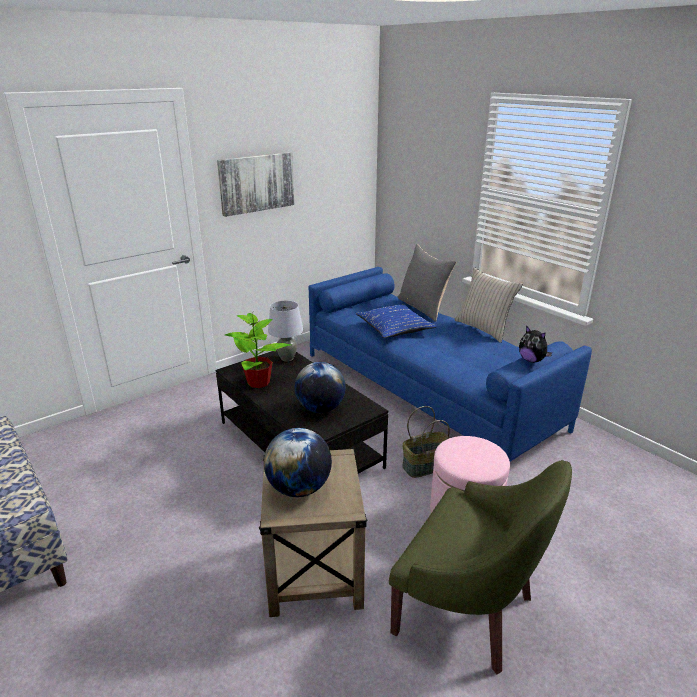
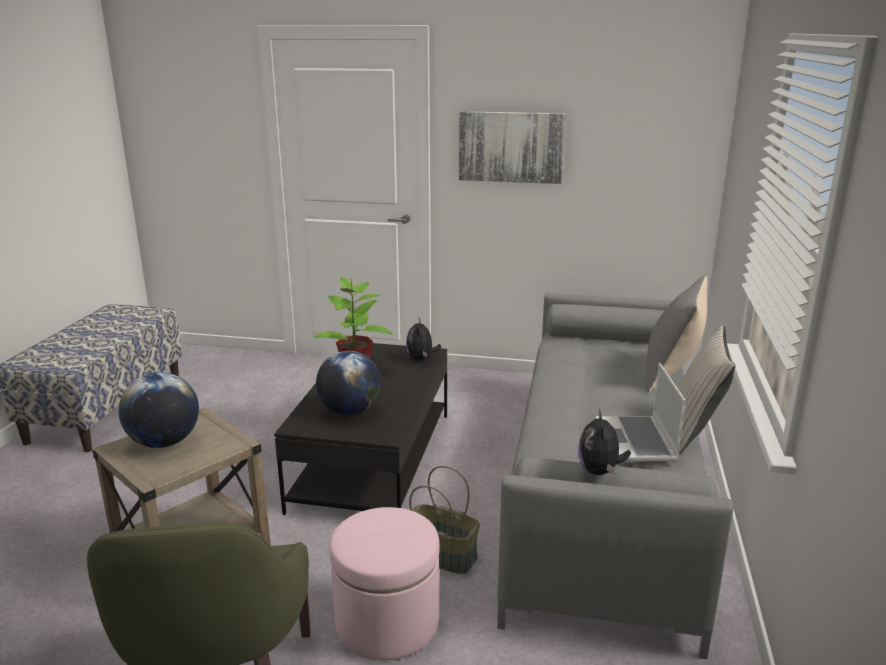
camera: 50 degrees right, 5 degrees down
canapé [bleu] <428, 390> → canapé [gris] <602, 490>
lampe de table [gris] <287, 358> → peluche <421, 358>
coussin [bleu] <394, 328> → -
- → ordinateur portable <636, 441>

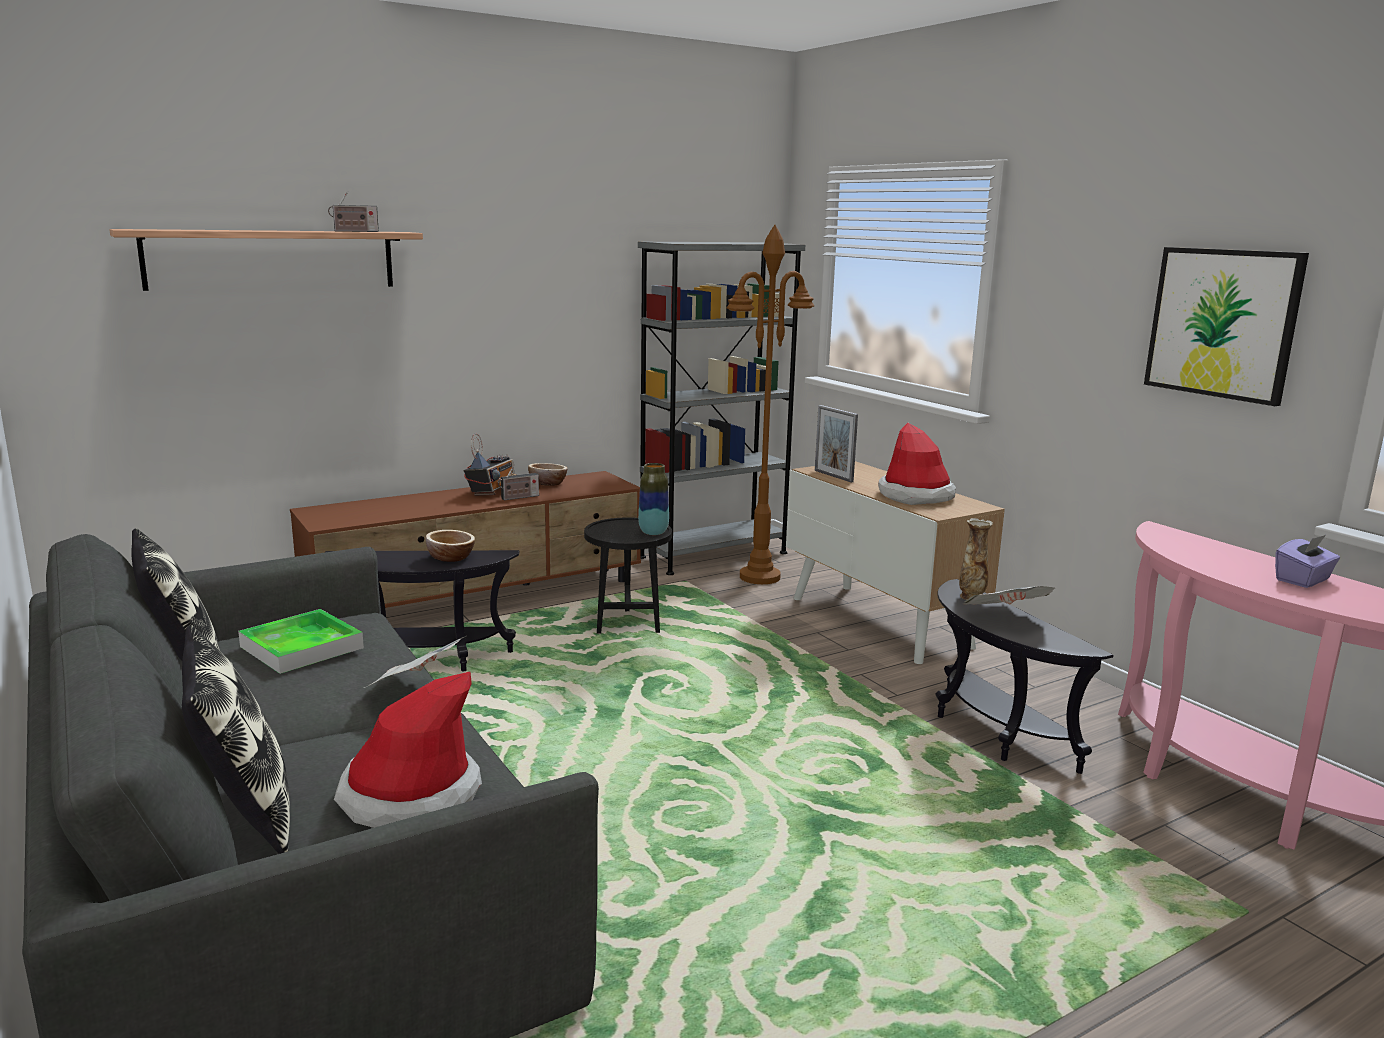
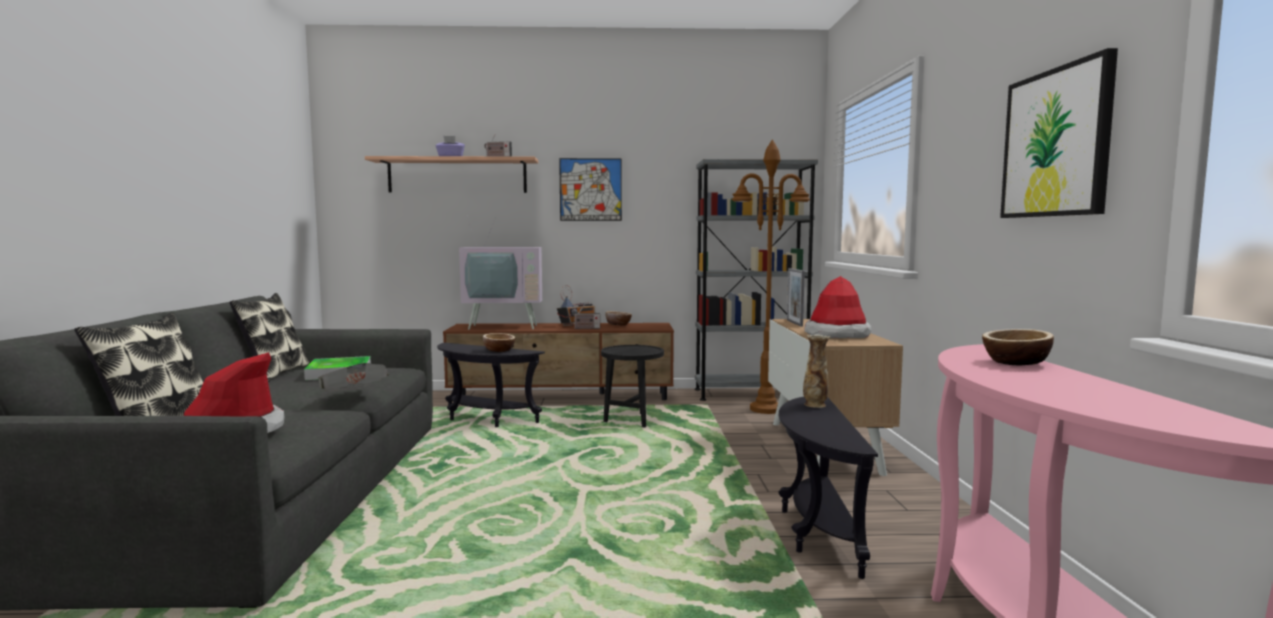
camera: 30 degrees right, 10 degrees down
vase <653, 532> → -
boîte à mouchoirs [violet] <1303, 580> → boîte à mouchoirs [violet] <450, 157>, move
journal <1005, 618> → -
- → tableau <590, 189>
- → téléviseur <504, 326>
- → bol <1015, 362>

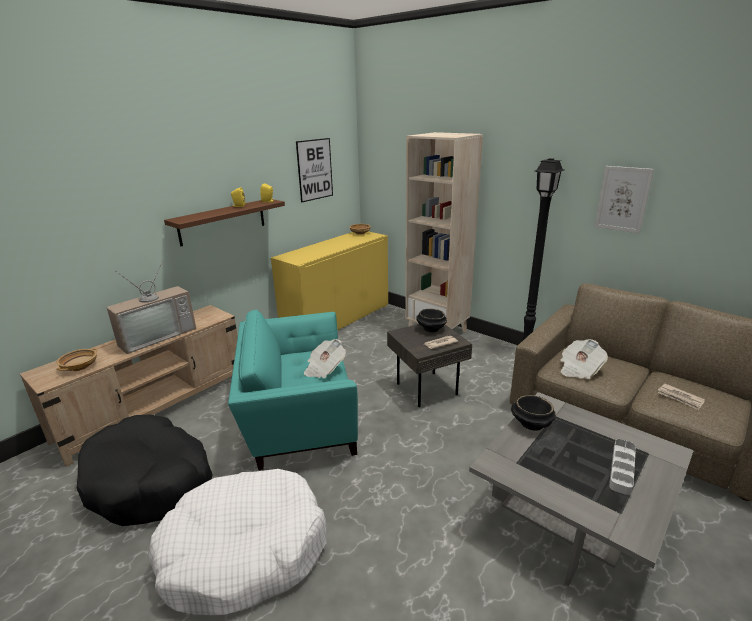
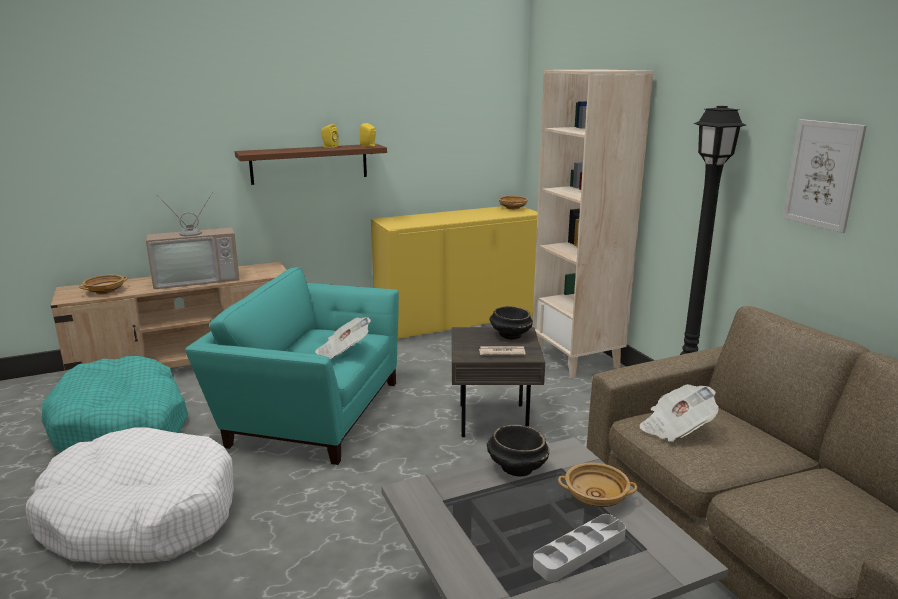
camera: 25 degrees right, 5 degrees down
tableau <315, 169> → -
journal <680, 398> → -
panier pour chien [noir] <150, 480> → panier pour chien [turquoise] <122, 426>
- → bol [beige] <595, 497>

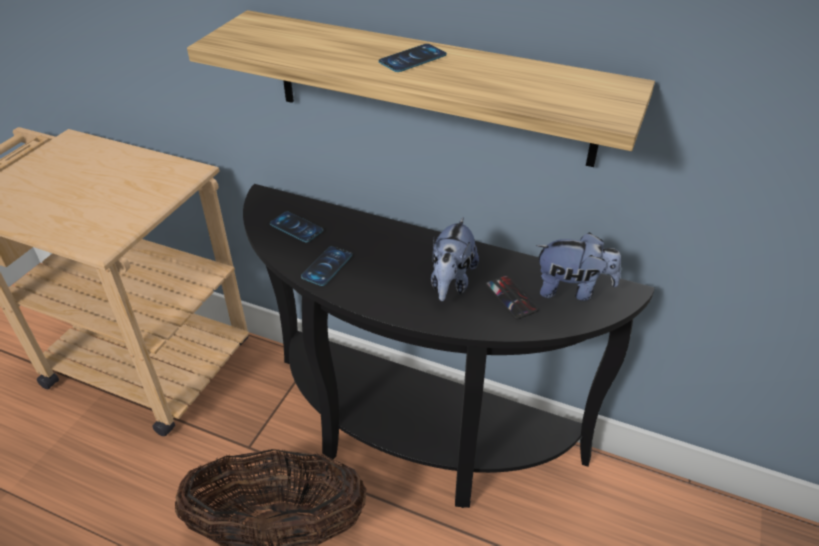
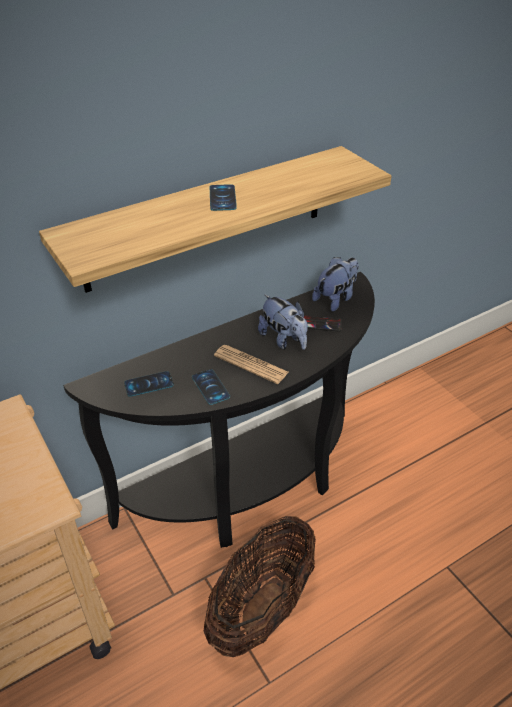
camera: 55 degrees left, 0 degrees up
- → journal <251, 364>

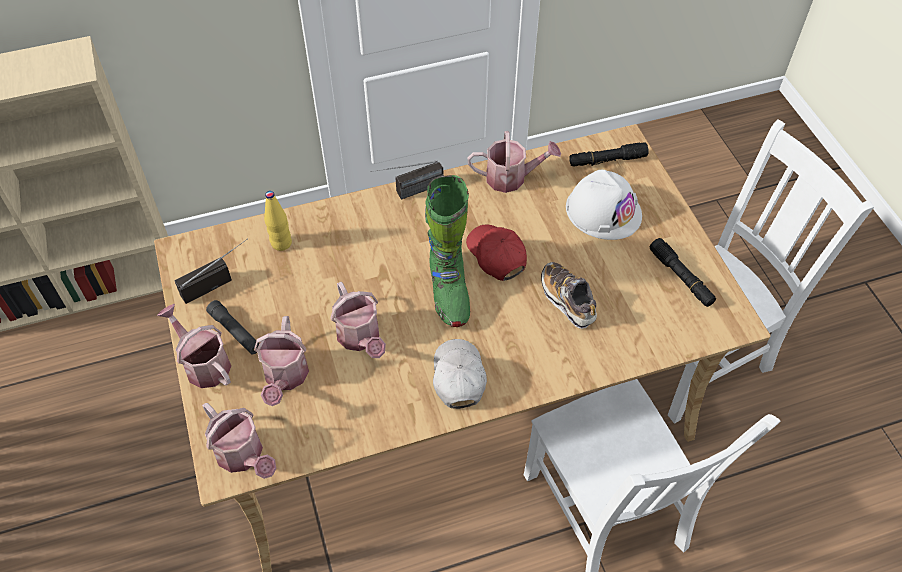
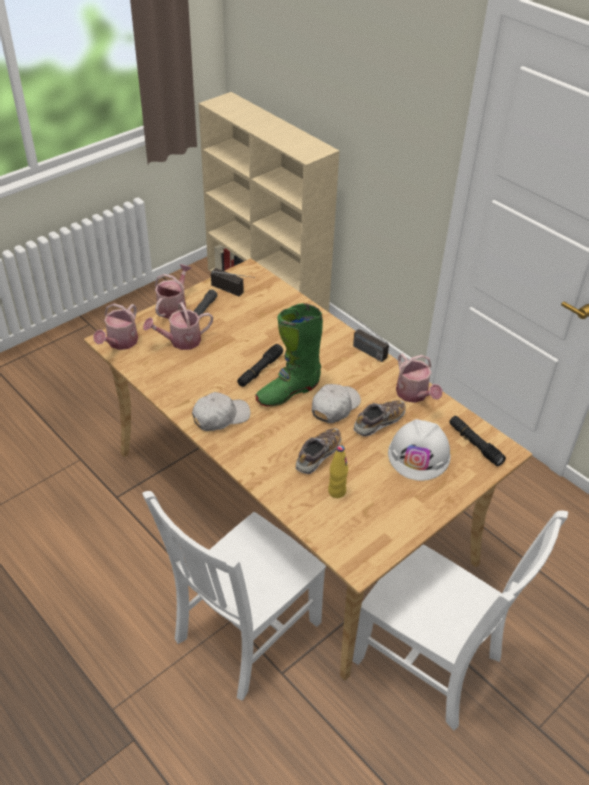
camera: 65 degrees right, 10 degrees down
bouteille [jaune] <281, 243> → bouteille [jaune] <336, 491>, move
casquette [rouge] <496, 255> → casquette [blanc] <335, 407>
lampe de poche [noir] <681, 277> → lampe de poche [noir] <260, 370>, move
arrosoir <360, 338> → -
- → chaussure <378, 422>

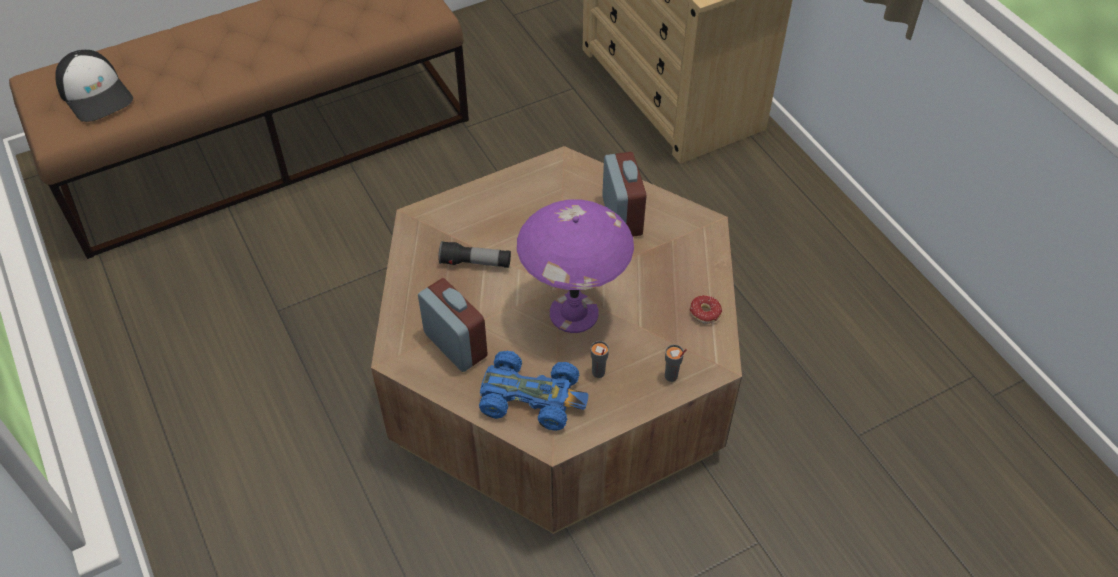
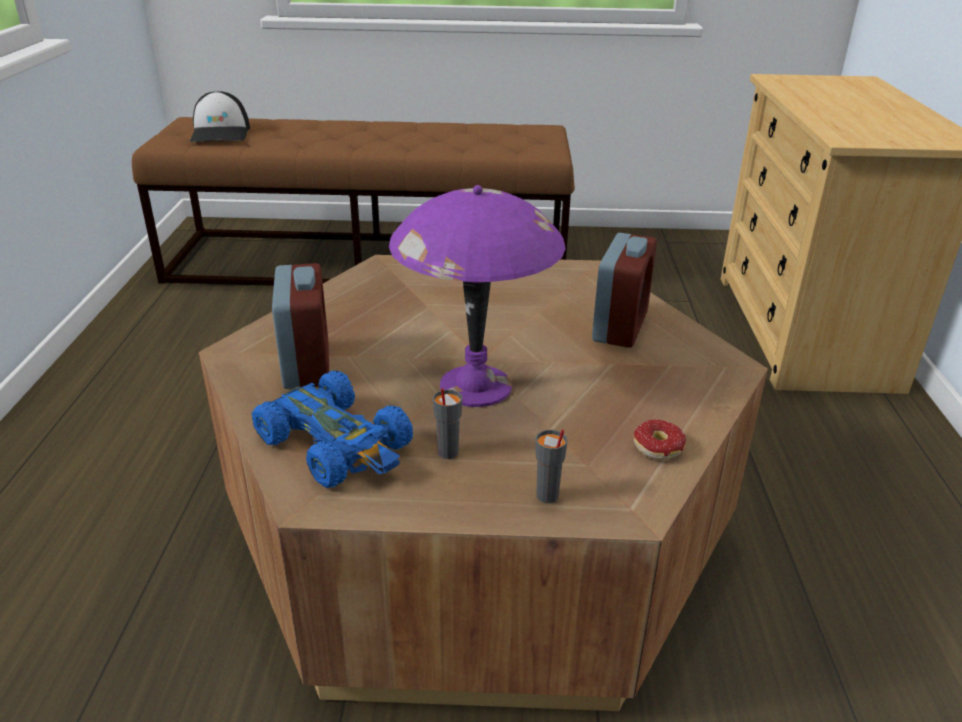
camera: 30 degrees right, 20 degrees down
lampe de poche <475, 263> → -

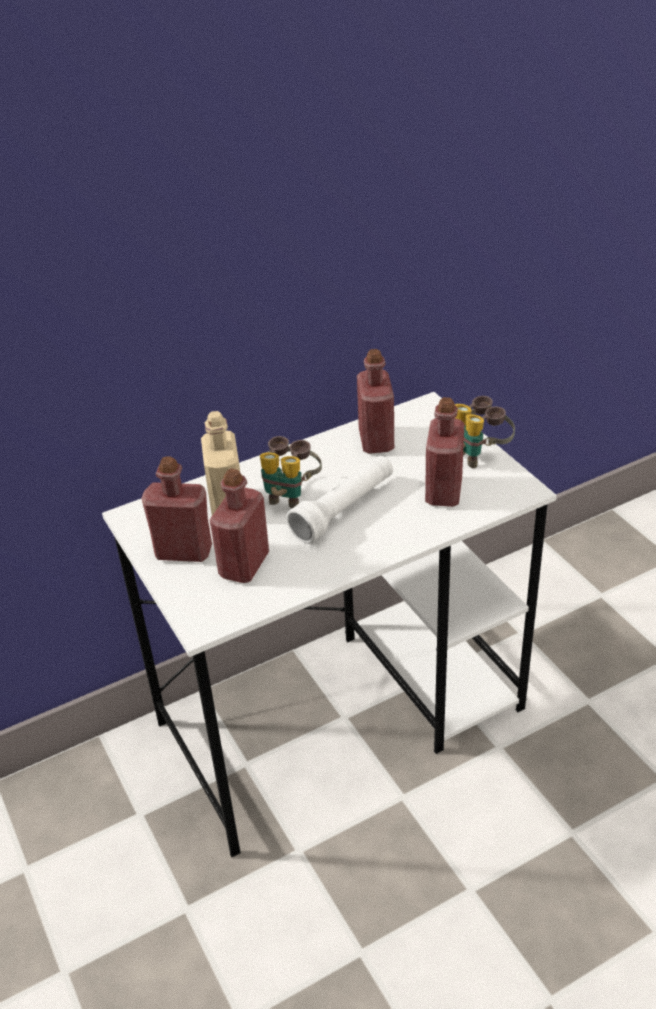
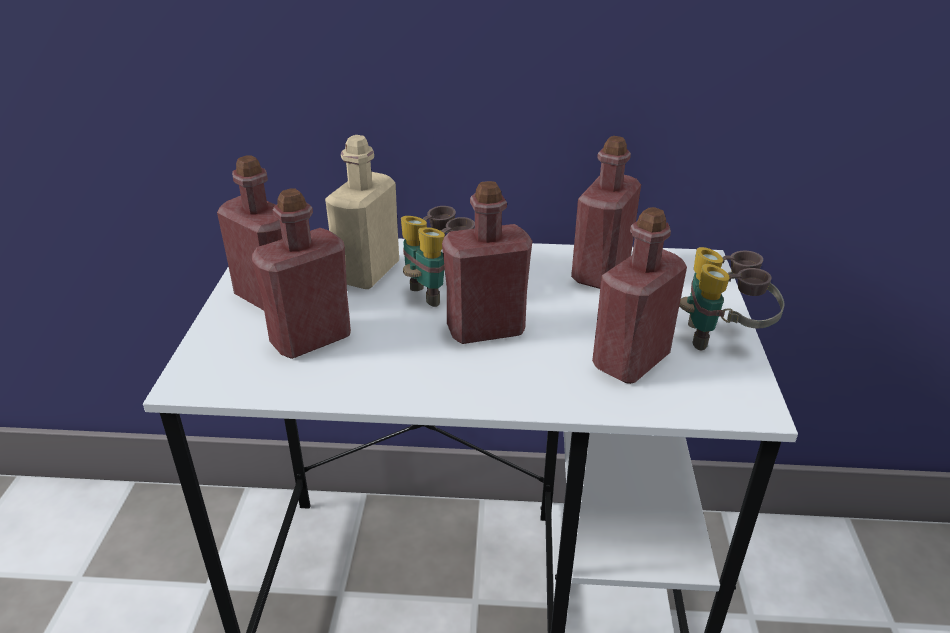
camera: 30 degrees right, 5 degrees down
lampe de poche [blanc] <344, 510> → bouteille [rouge] <485, 329>

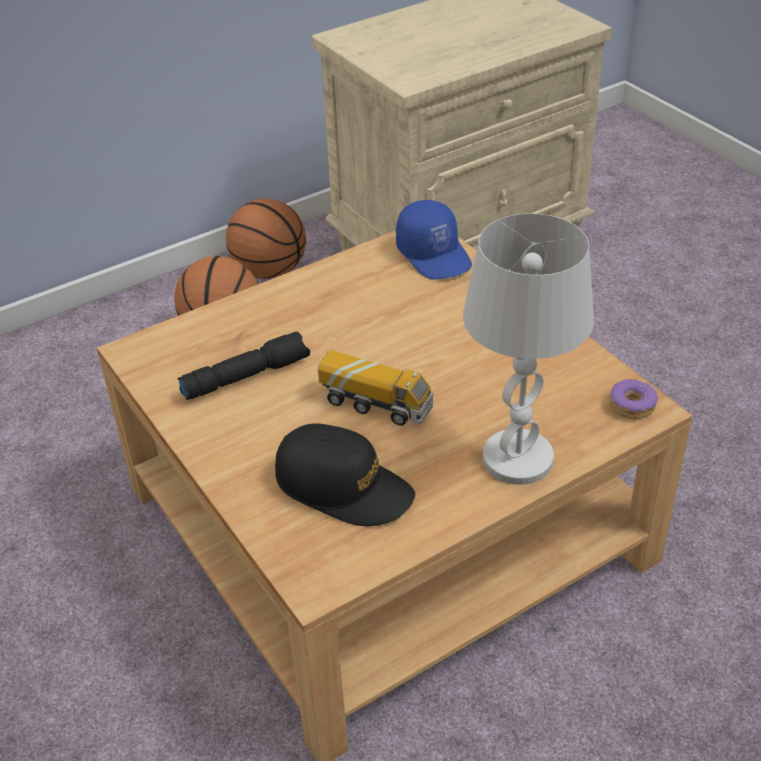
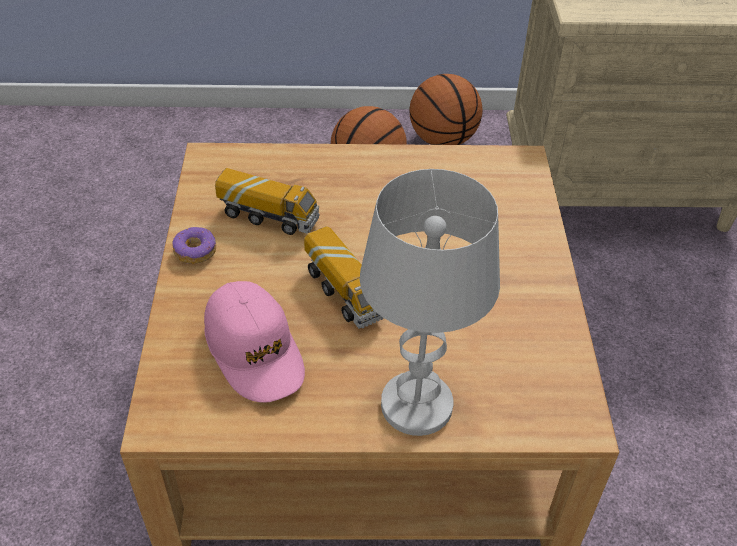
camera: 30 degrees right, 5 degrees up
casquette [bleu] <435, 255> → -
lampe de poche [noir] <246, 375> → camion jouet <269, 217>
beignet <631, 405> → beignet <195, 251>, move
casquette [noir] <344, 487> → casquette [rose] <255, 350>

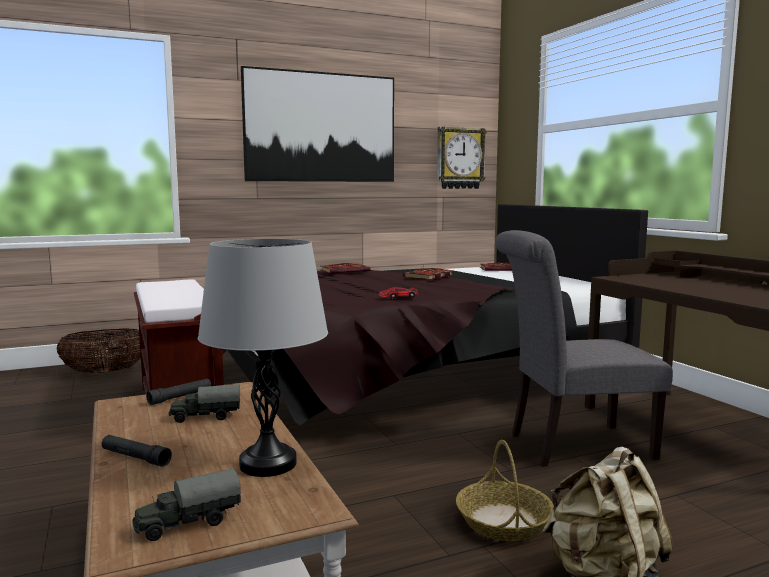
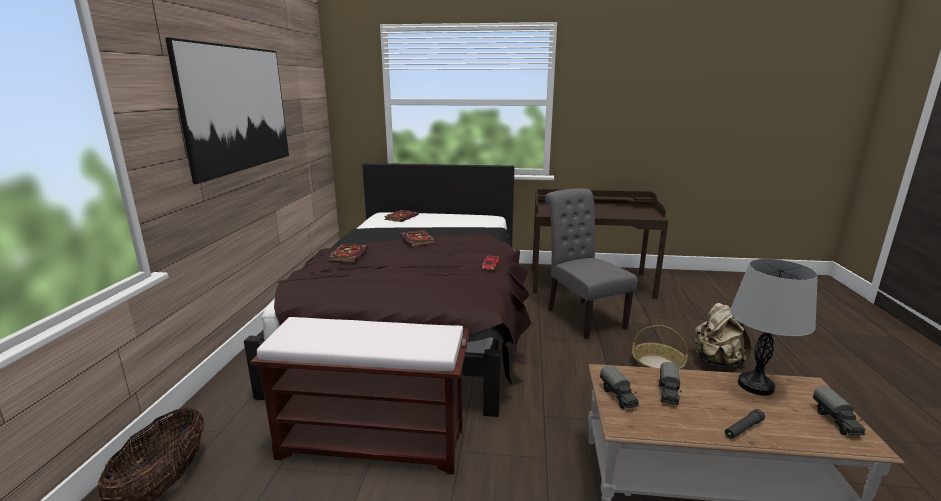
camera: 60 degrees left, 10 degrees up
horloge murale <460, 158> → -
chaise [gris] <571, 446> → chaise [gris] <582, 316>, 135 degrees clockwise
lampe de poche [noir] <180, 397> → camion jouet <618, 396>

